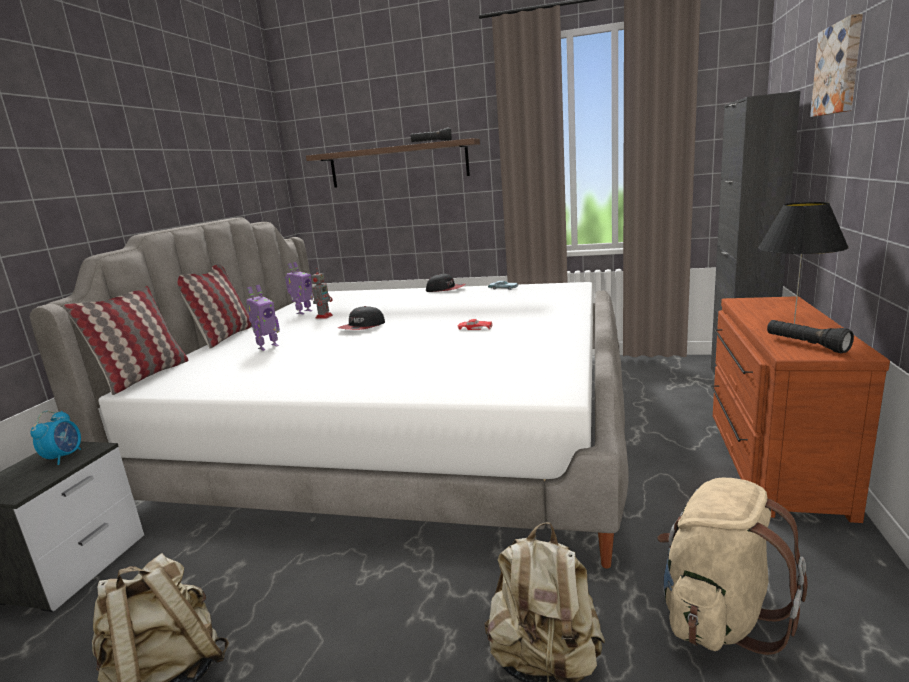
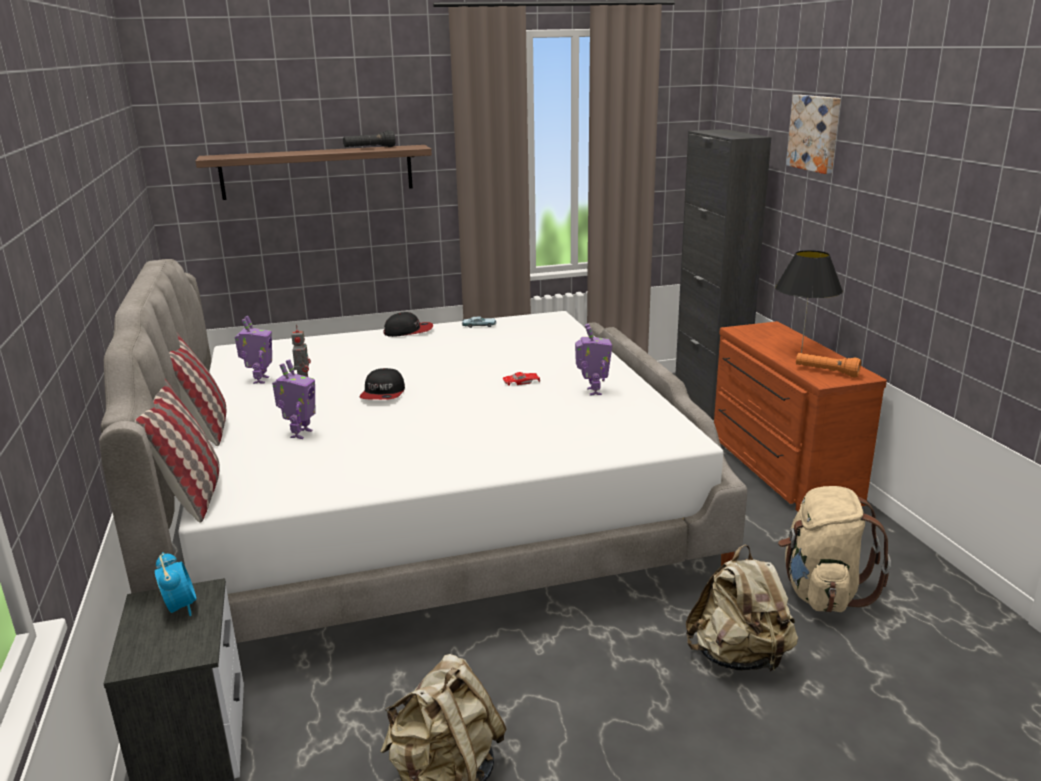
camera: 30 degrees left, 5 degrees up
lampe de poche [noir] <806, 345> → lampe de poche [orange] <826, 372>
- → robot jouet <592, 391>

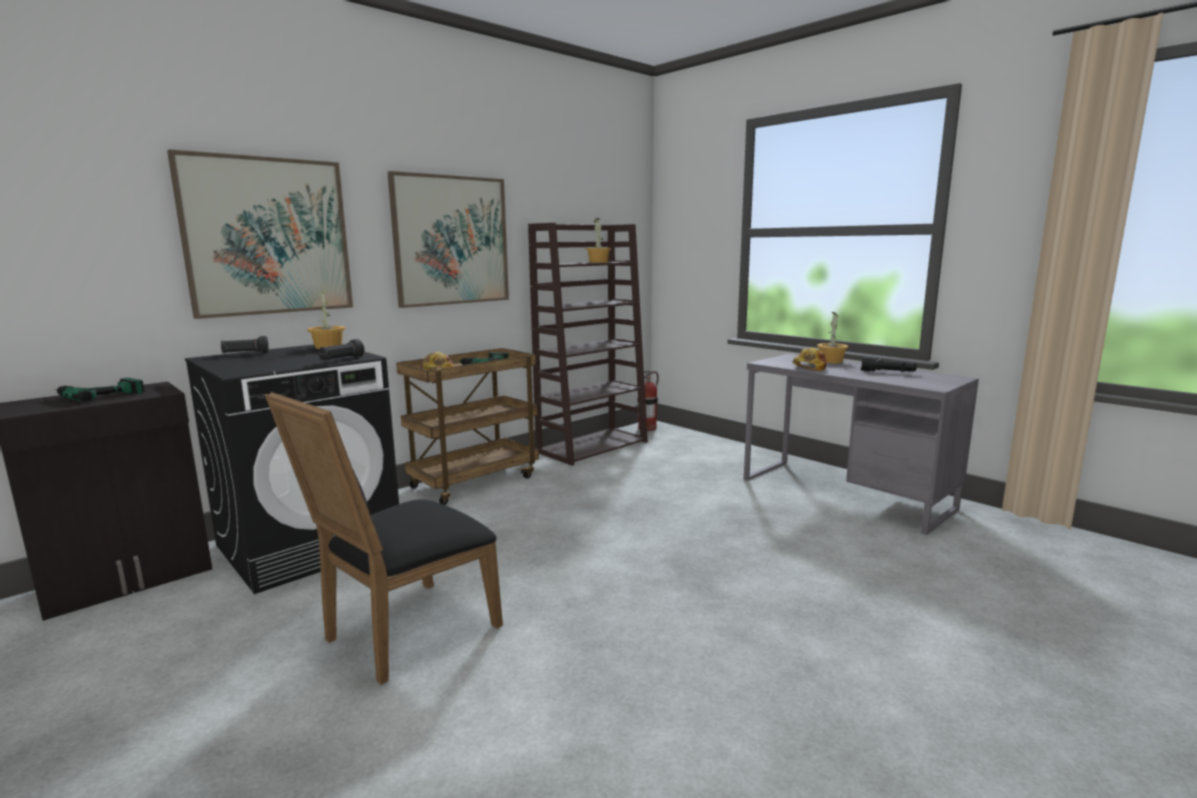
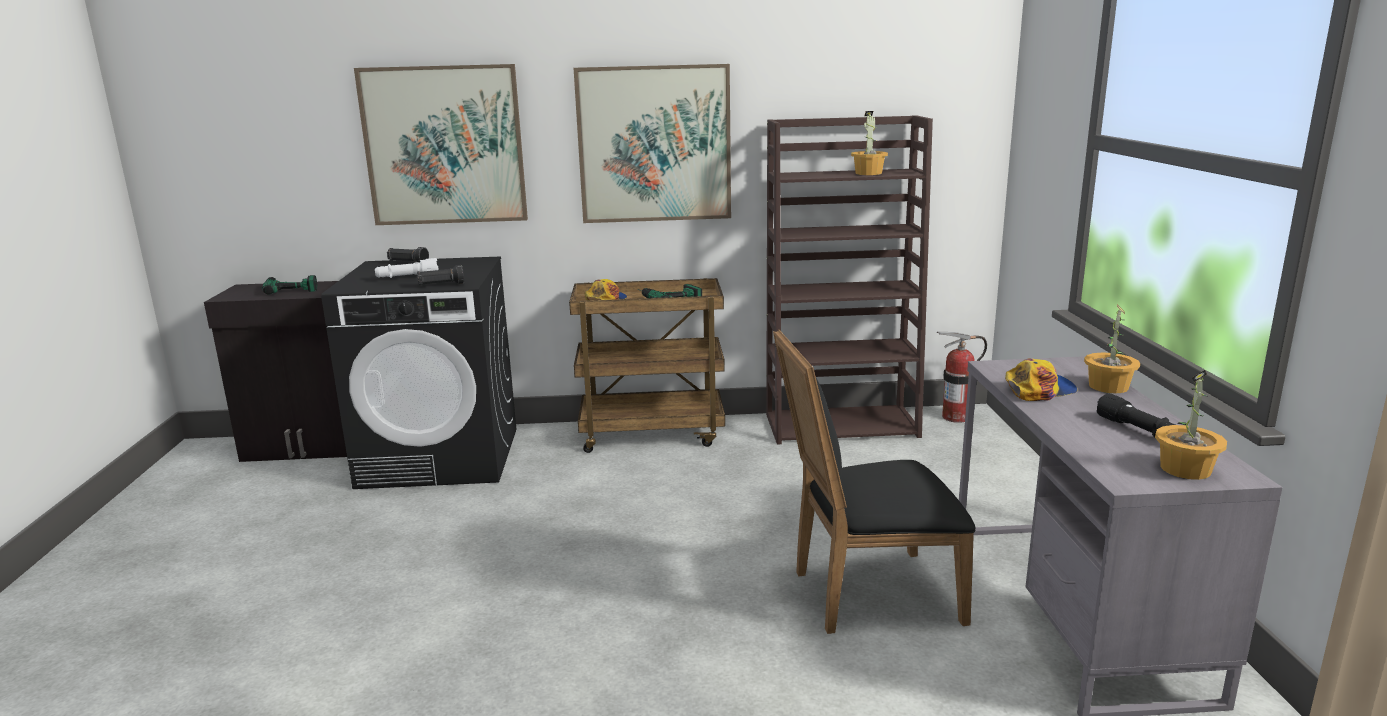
camera: 40 degrees right, 5 degrees up
plante en pot <329, 347> → plante en pot <1186, 469>, move
chaise [noir] <403, 634> → chaise [noir] <866, 594>, move
- → lampe de poche [blanc] <407, 277>

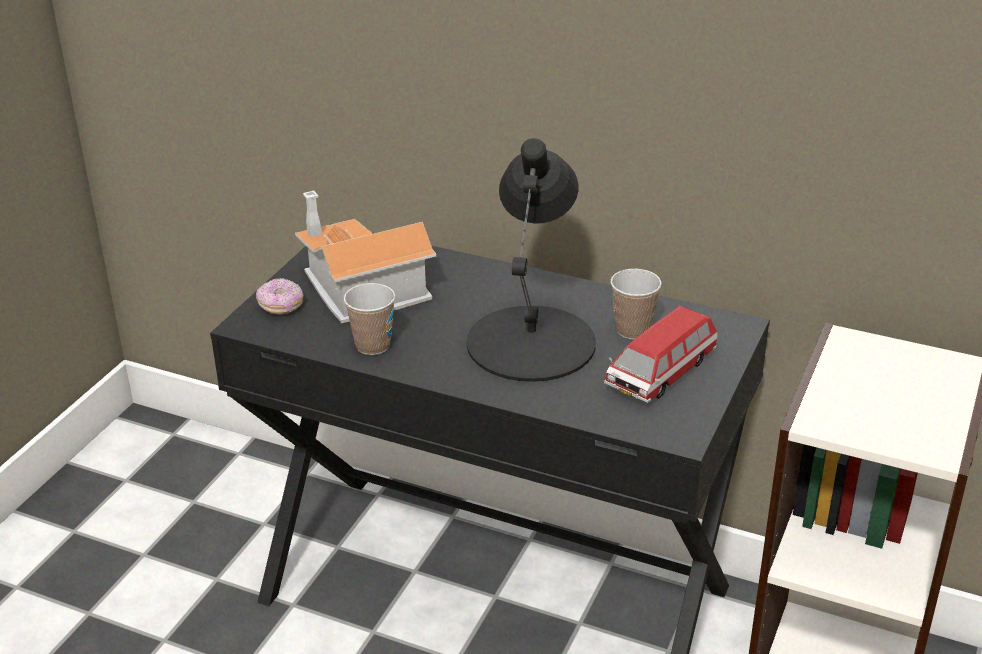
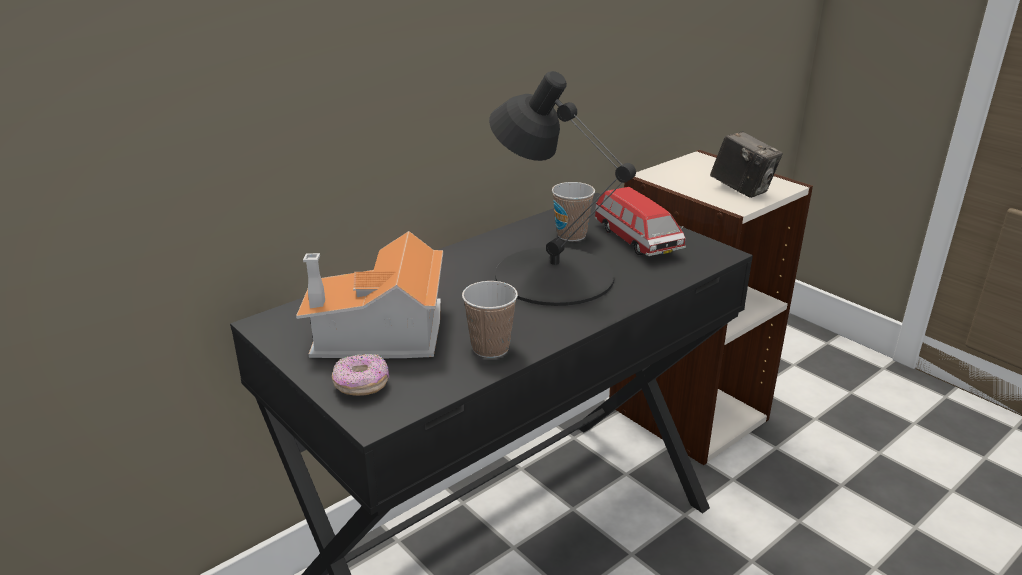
camera: 65 degrees left, 5 degrees down
- → appareil photo <742, 190>

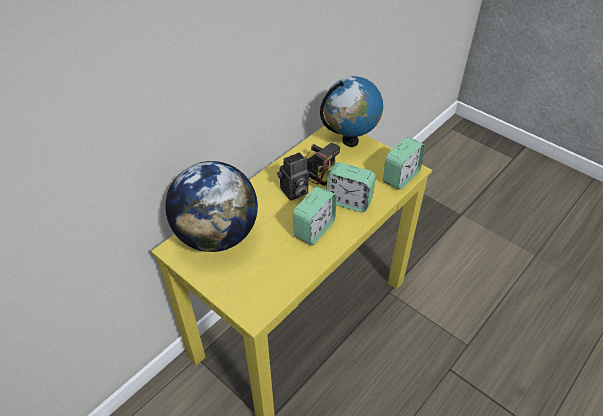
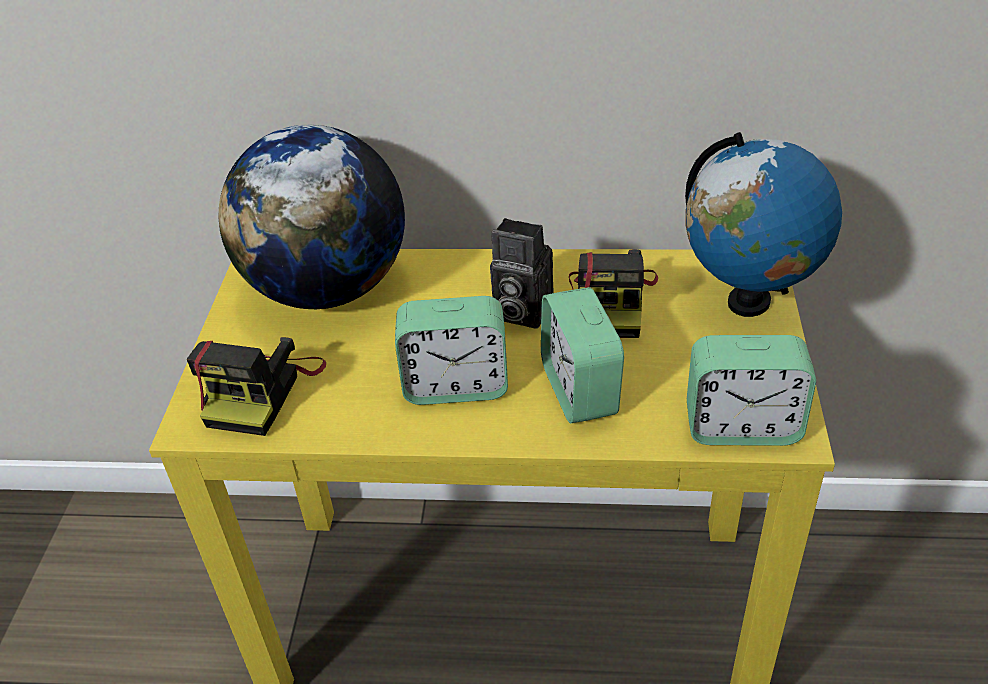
camera: 55 degrees right, 5 degrees down
- → appareil photo <262, 391>

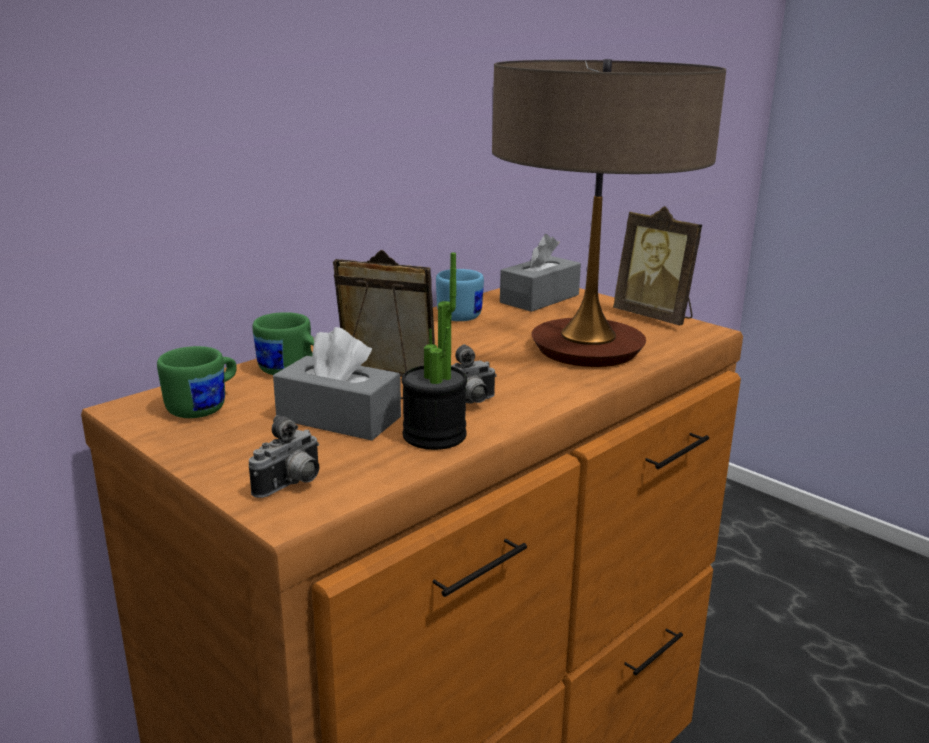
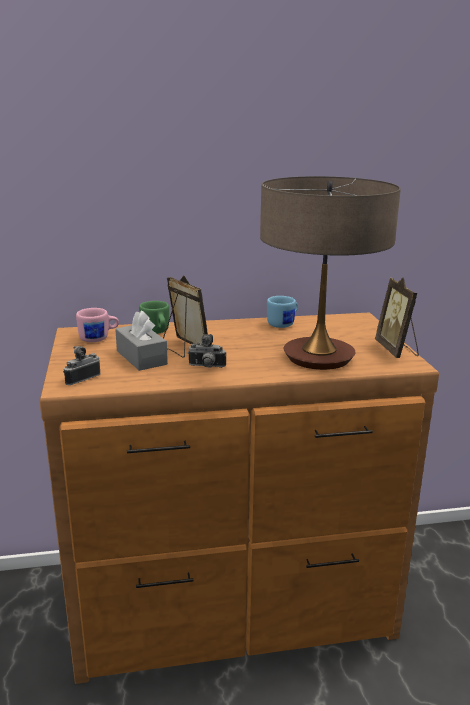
camera: 35 degrees right, 0 degrees up
boîte à mouchoirs [gris] <539, 299> → -
plante en pot <434, 435> → -
mug [vert] <205, 407> → mug [rose] <99, 338>
appareil photo <292, 485> → appareil photo <80, 378>, 150 degrees clockwise

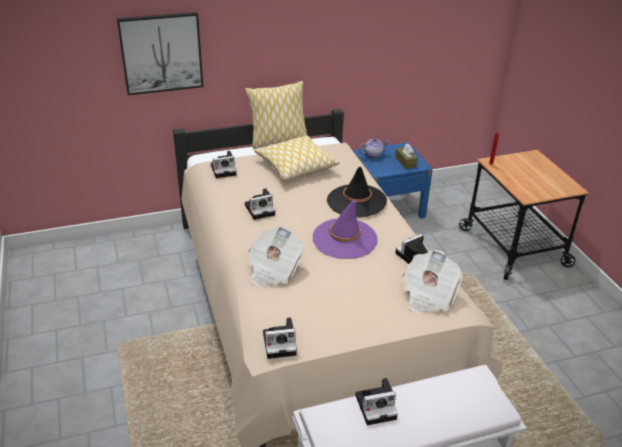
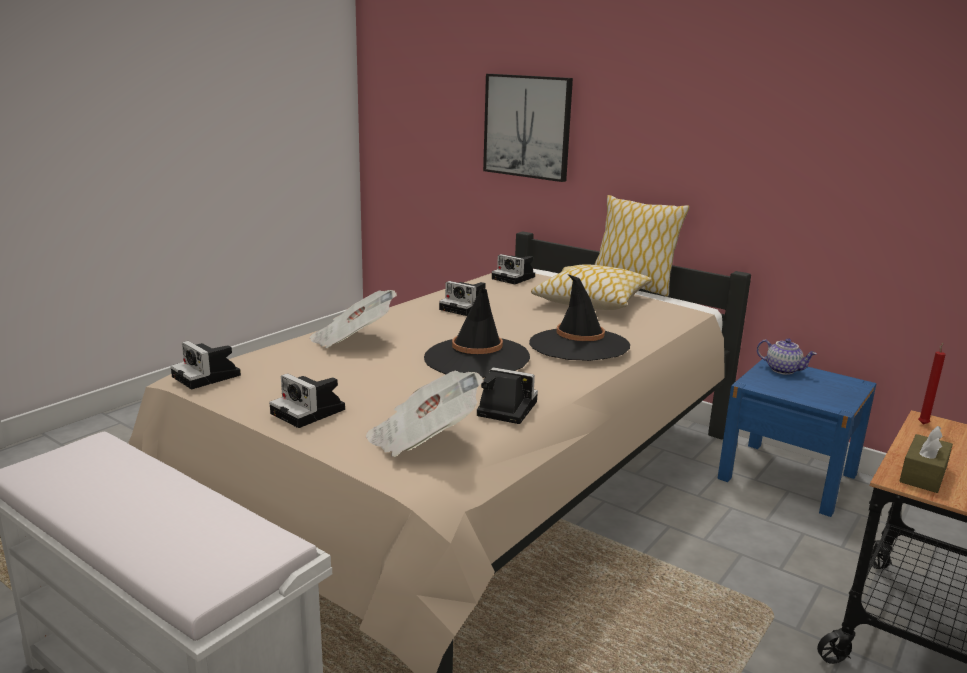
camera: 55 degrees right, 15 degrees down
boîte à mouchoirs [marron] <405, 162> → boîte à mouchoirs [marron] <923, 474>, move
chapeau [violet] <344, 239> → chapeau [noir] <476, 358>
appareil photo <377, 406> → appareil photo <310, 412>, move

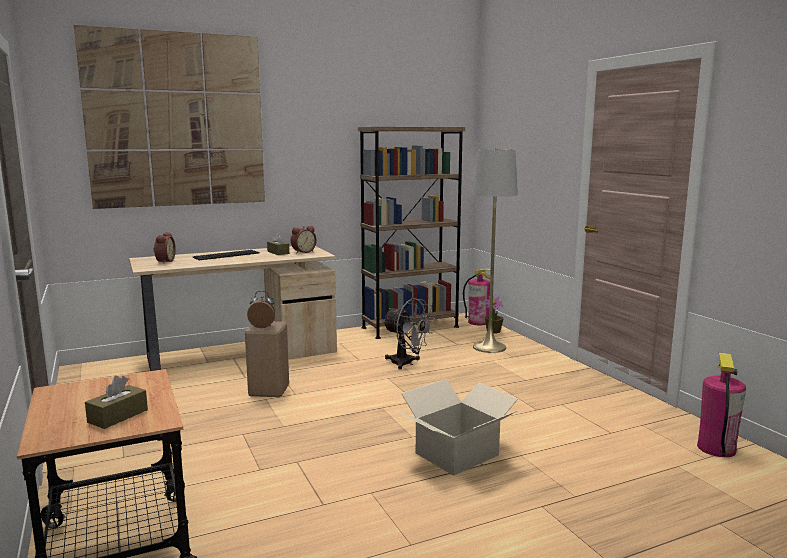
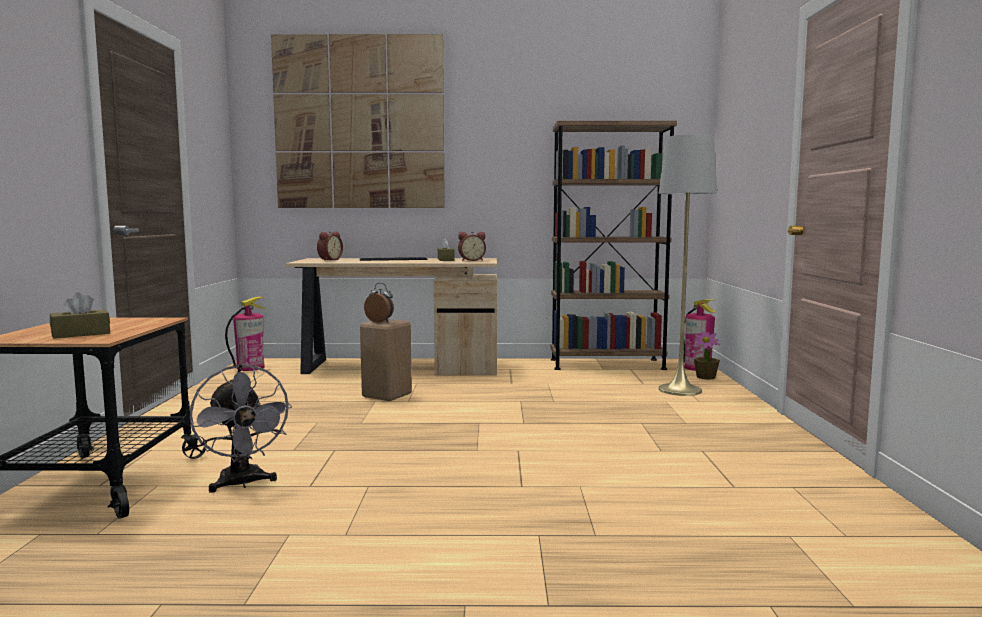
camera: 25 degrees right, 5 degrees down
ventilateur [gris] <407, 363> → ventilateur [gris] <242, 484>, move
extincteur <716, 448> → extincteur <250, 367>, move
carton <457, 454> → -

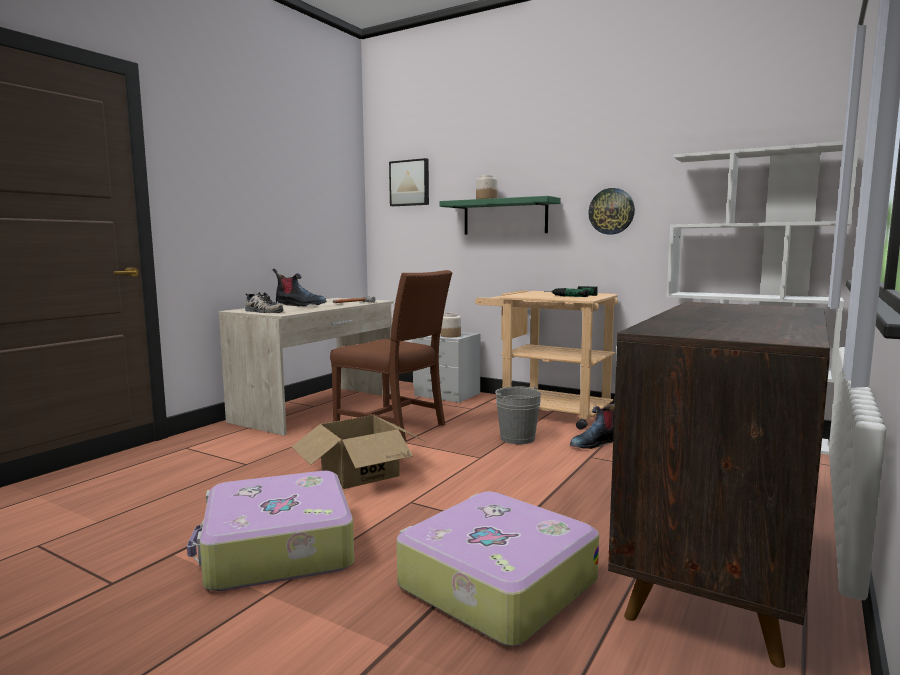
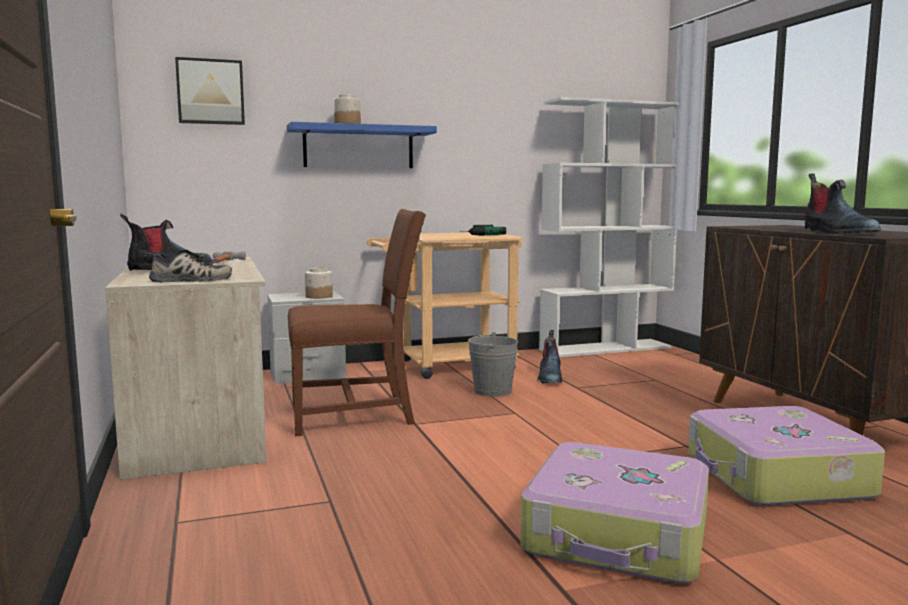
camera: 50 degrees left, 0 degrees up
horloge murale <611, 211> → -
étagère [vert] <505, 217> → étagère [bleu] <358, 147>
carton <360, 472> → -
- → botte <837, 233>

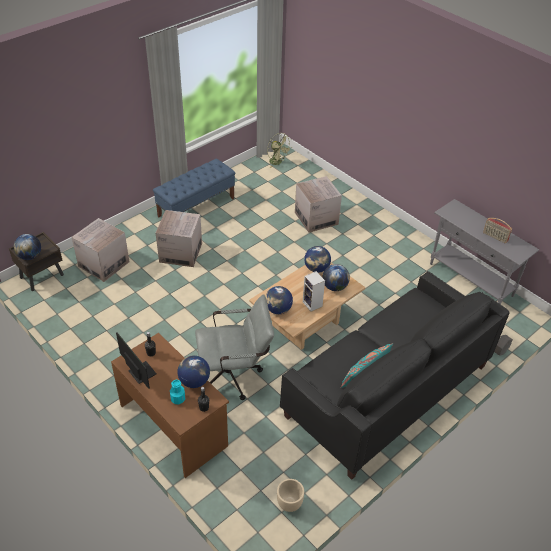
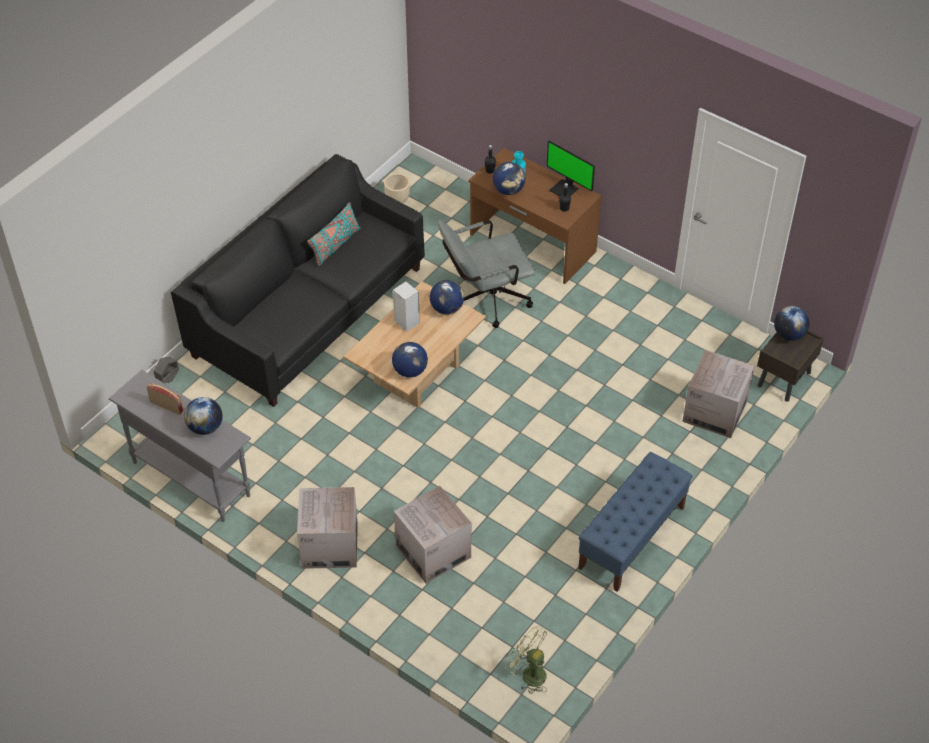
camera: 170 degrees right, 5 degrees up
carton <181, 253> → carton <329, 545>, move
globe <334, 287> → globe <205, 427>, move

